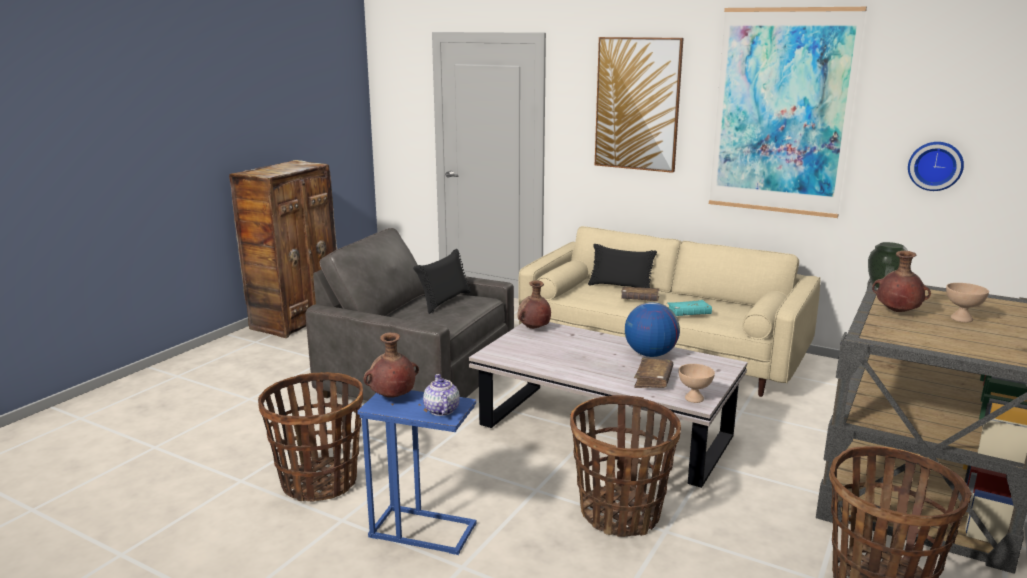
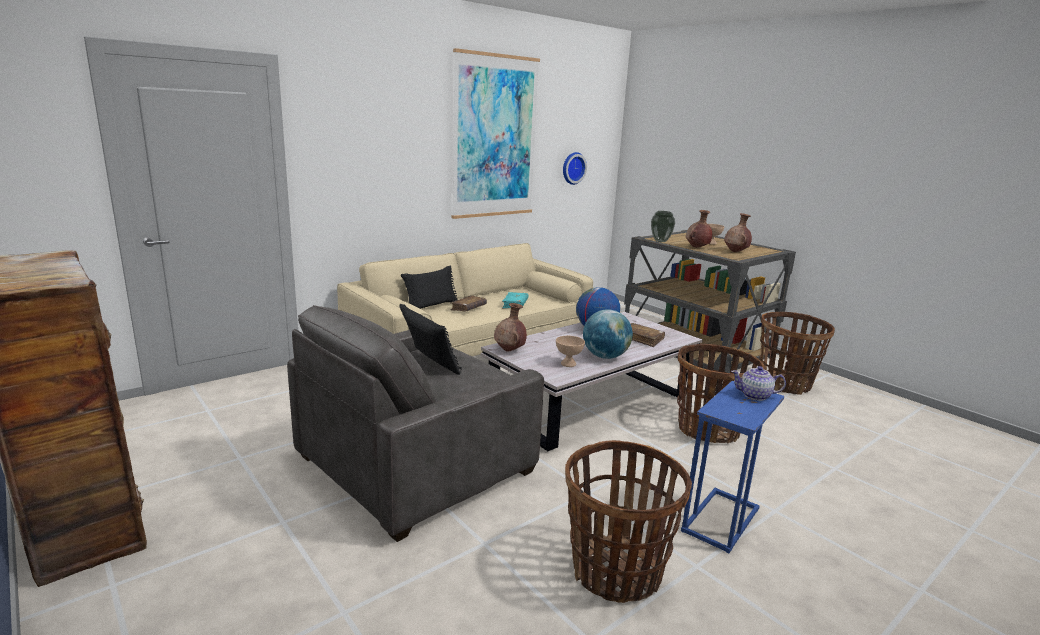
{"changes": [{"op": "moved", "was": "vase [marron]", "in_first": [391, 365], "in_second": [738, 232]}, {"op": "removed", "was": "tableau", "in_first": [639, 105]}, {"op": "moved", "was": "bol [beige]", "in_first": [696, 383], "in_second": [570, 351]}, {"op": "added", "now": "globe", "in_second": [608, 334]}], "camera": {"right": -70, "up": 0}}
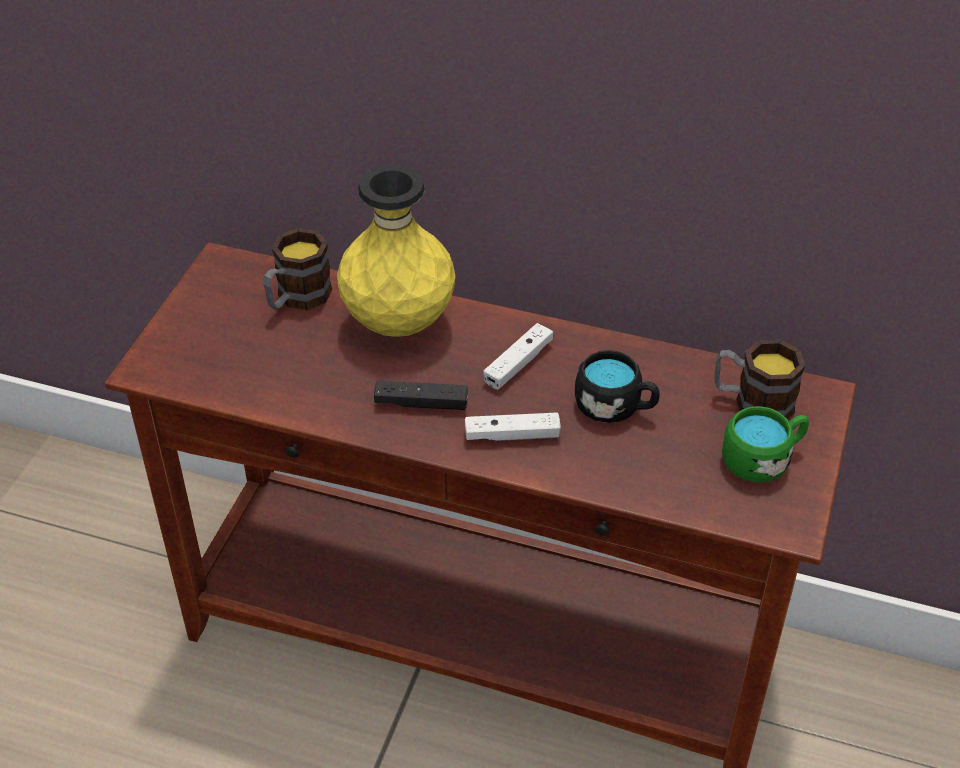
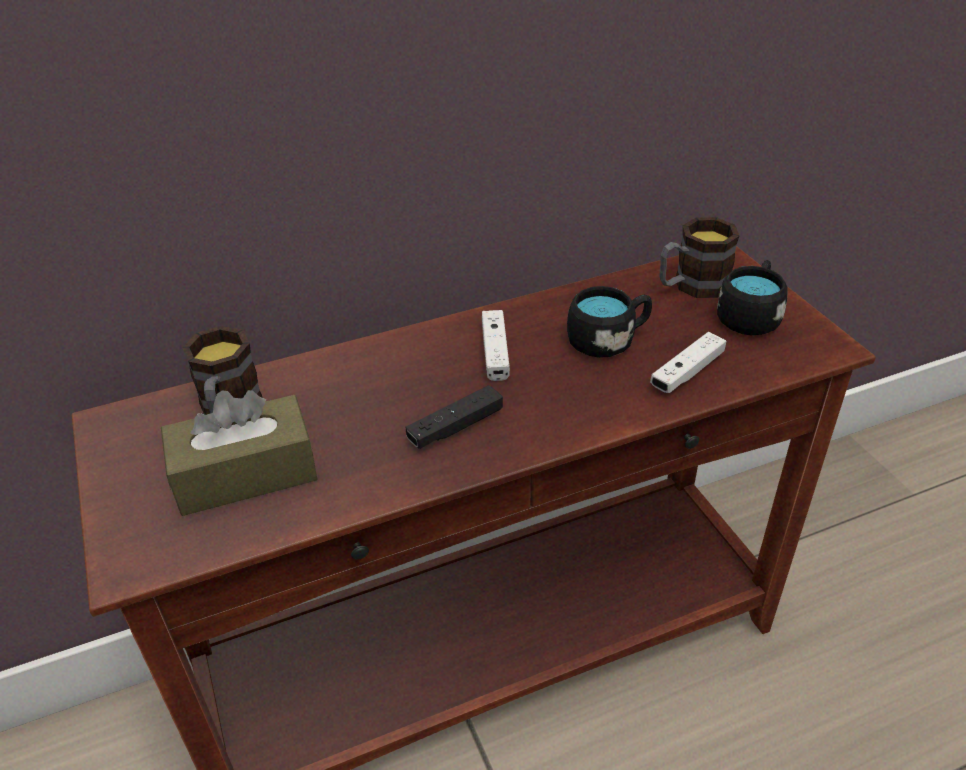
{"changes": [{"op": "removed", "was": "vase [jaune]", "in_first": [396, 251]}, {"op": "moved", "was": "manette [blanc]", "in_first": [513, 427], "in_second": [688, 362]}, {"op": "recoloured", "was": "mug [vert]", "now": "mug [noir]", "in_first": [765, 444], "in_second": [752, 297]}, {"op": "added", "now": "boîte à mouchoirs [marron]", "in_second": [239, 453]}], "camera": {"right": -40, "up": -5}}
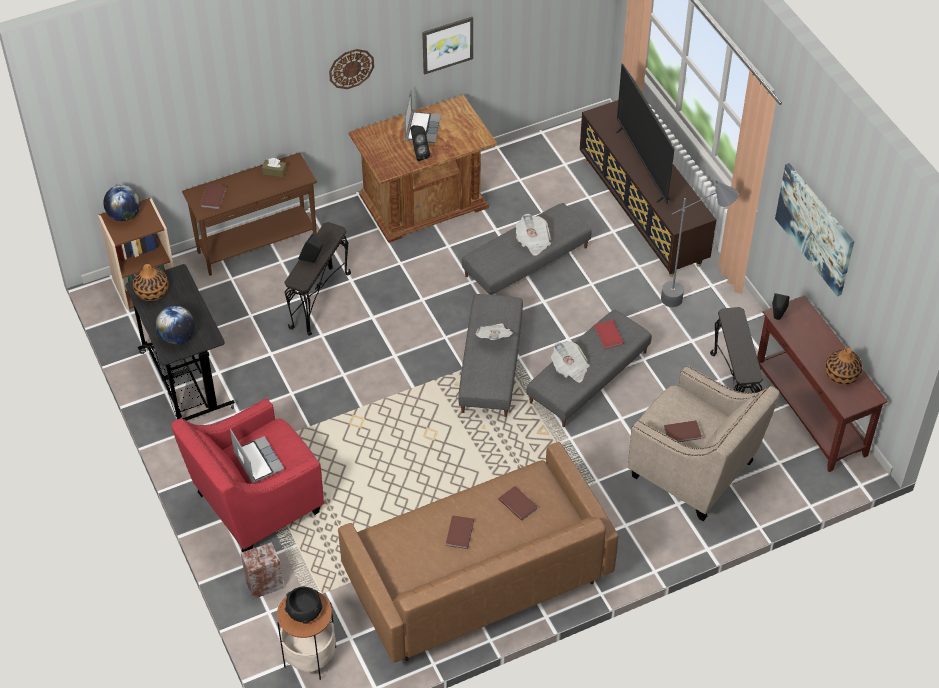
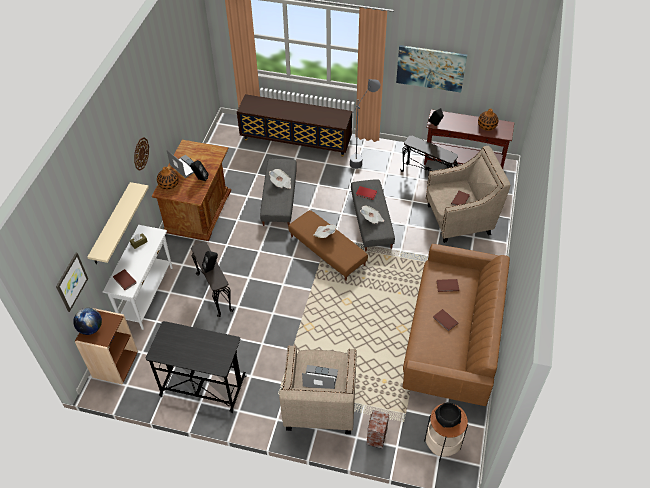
{"changes": [{"op": "moved", "was": "vase", "in_first": [151, 282], "in_second": [168, 178]}, {"op": "removed", "was": "globe", "in_first": [175, 324]}, {"op": "recoloured", "was": "fauteuil [rouge]", "now": "fauteuil [beige]", "in_first": [247, 475], "in_second": [318, 390]}, {"op": "recoloured", "was": "table console [marron]", "now": "table console [blanc]", "in_first": [249, 214], "in_second": [138, 277]}, {"op": "moved", "was": "tableau", "in_first": [447, 46], "in_second": [72, 282]}, {"op": "recoloured", "was": "pouf [gris]", "now": "pouf [marron]", "in_first": [491, 355], "in_second": [328, 245]}, {"op": "removed", "was": "téléviseur", "in_first": [645, 134]}, {"op": "added", "now": "étagère [beige]", "in_second": [118, 223]}], "camera": {"right": -50, "up": 0}}
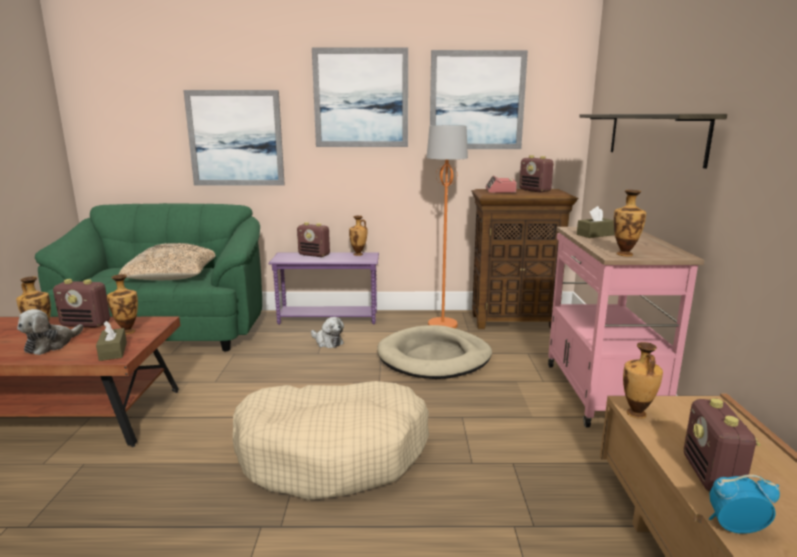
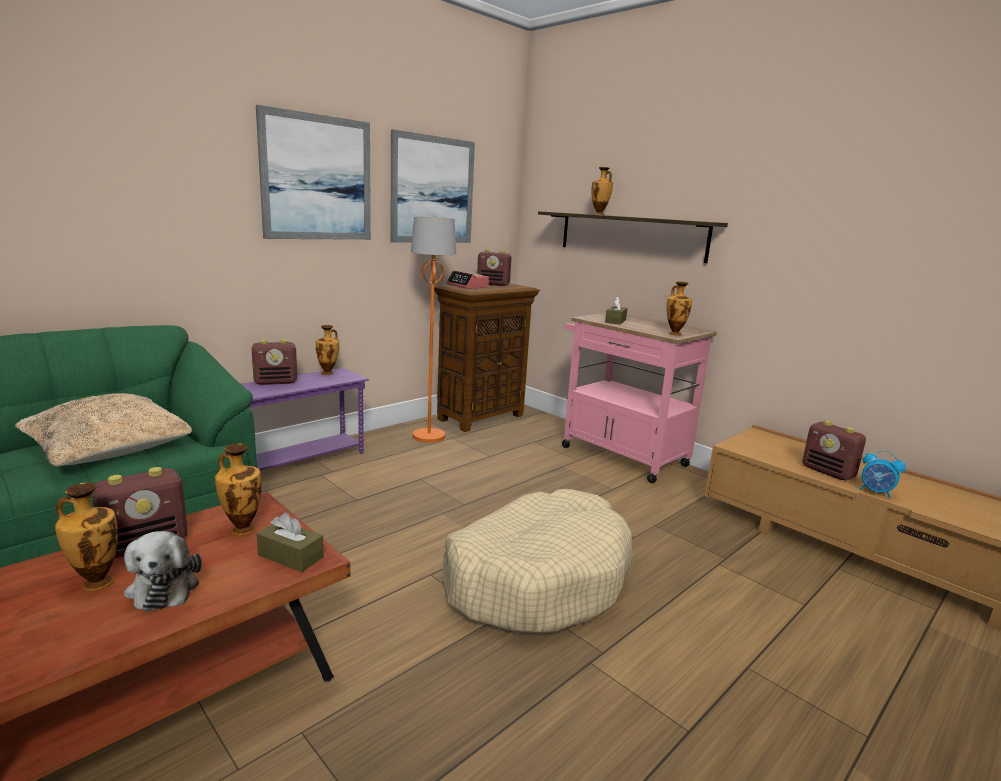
{"changes": [{"op": "removed", "was": "tableau", "in_first": [234, 138]}, {"op": "removed", "was": "peluche", "in_first": [327, 332]}, {"op": "removed", "was": "panier pour chien [beige]", "in_first": [434, 352]}, {"op": "moved", "was": "vase", "in_first": [643, 380], "in_second": [602, 191]}, {"op": "turned", "was": "réveil", "in_first": [744, 504], "in_second": [882, 474], "clockwise": -105}], "camera": {"right": -45, "up": 0}}
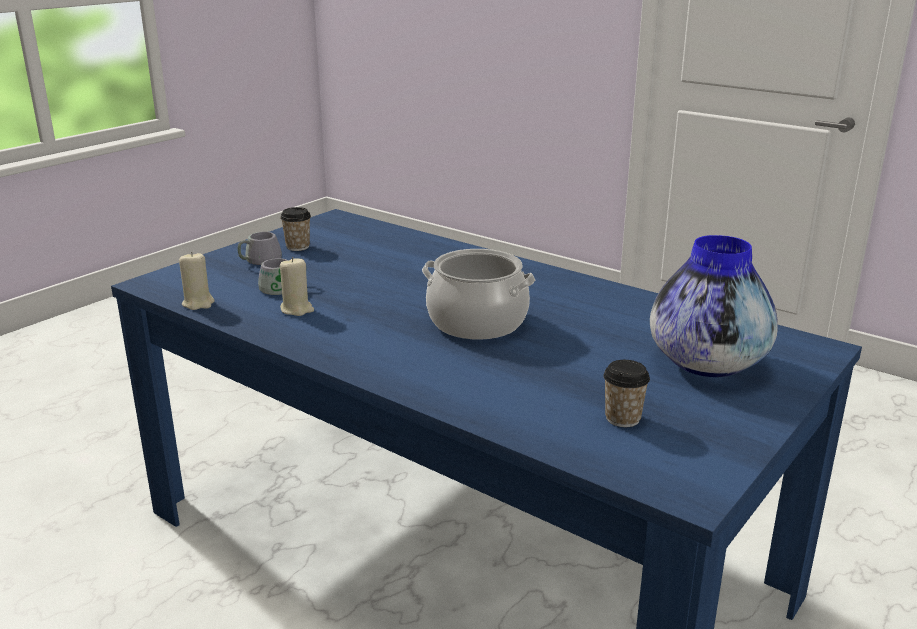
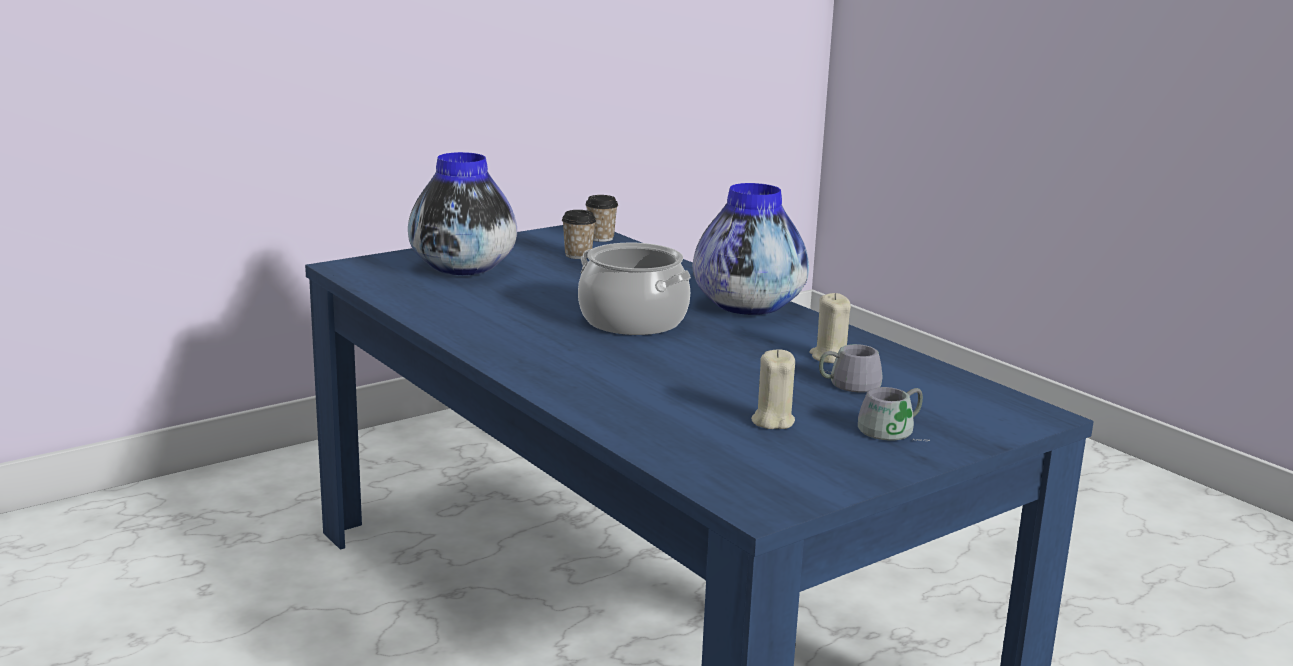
{"changes": [{"op": "moved", "was": "bougie [beige]", "in_first": [197, 280], "in_second": [773, 389]}, {"op": "moved", "was": "tasse", "in_first": [295, 229], "in_second": [601, 218]}, {"op": "added", "now": "vase", "in_second": [751, 249]}], "camera": {"right": -165, "up": -5}}
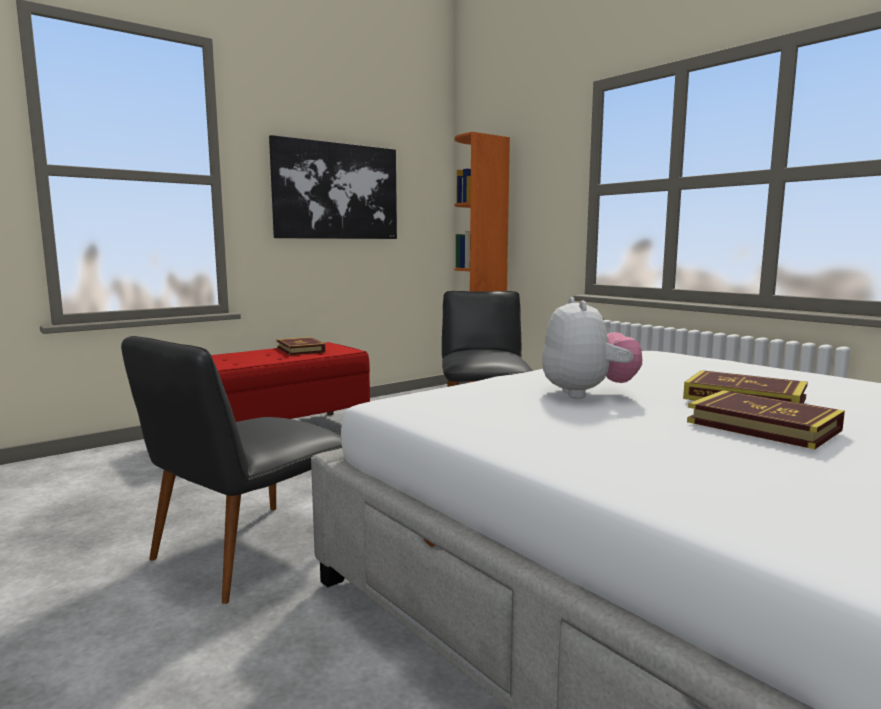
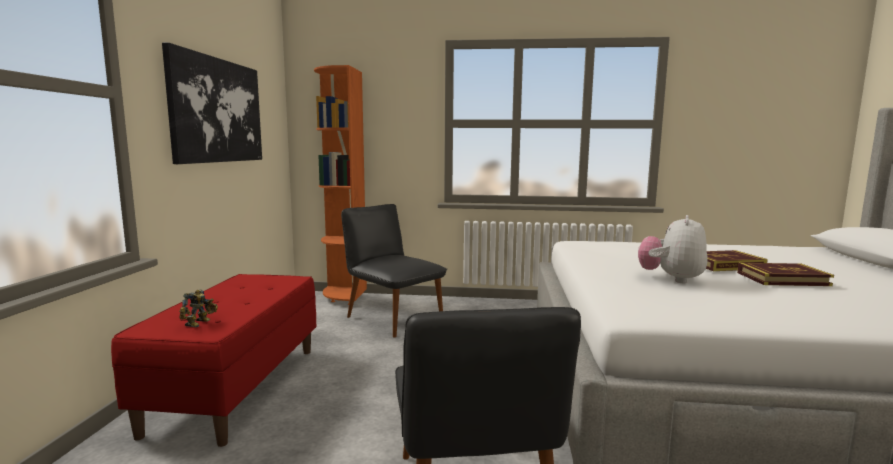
{"changes": [{"op": "removed", "was": "livre", "in_first": [301, 346]}, {"op": "turned", "was": "peluche", "in_first": [592, 348], "in_second": [672, 249], "clockwise": -105}, {"op": "added", "now": "robot jouet", "in_second": [198, 308]}], "camera": {"right": -45, "up": 0}}
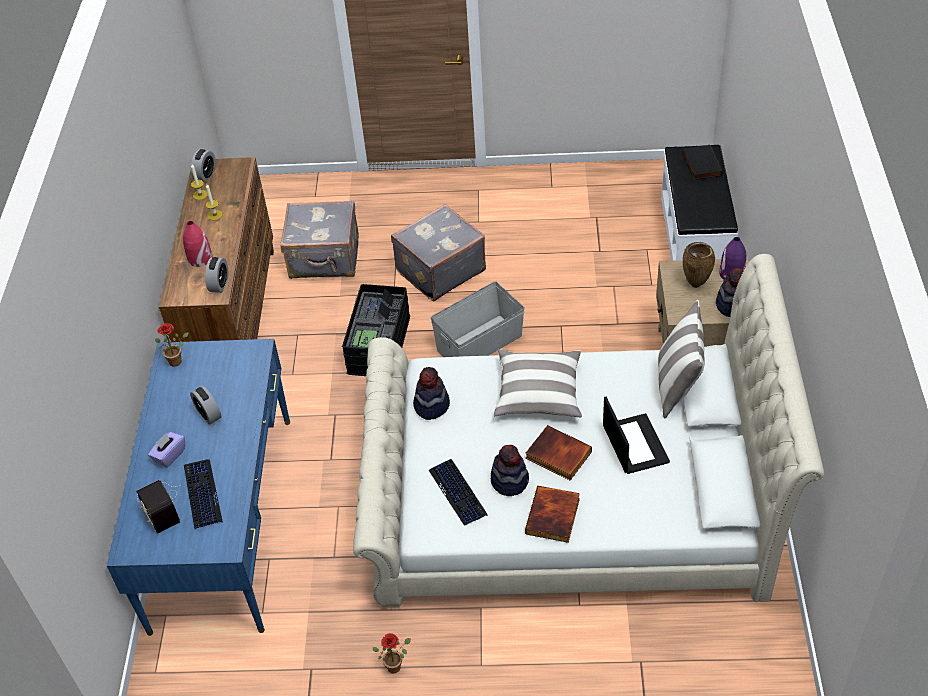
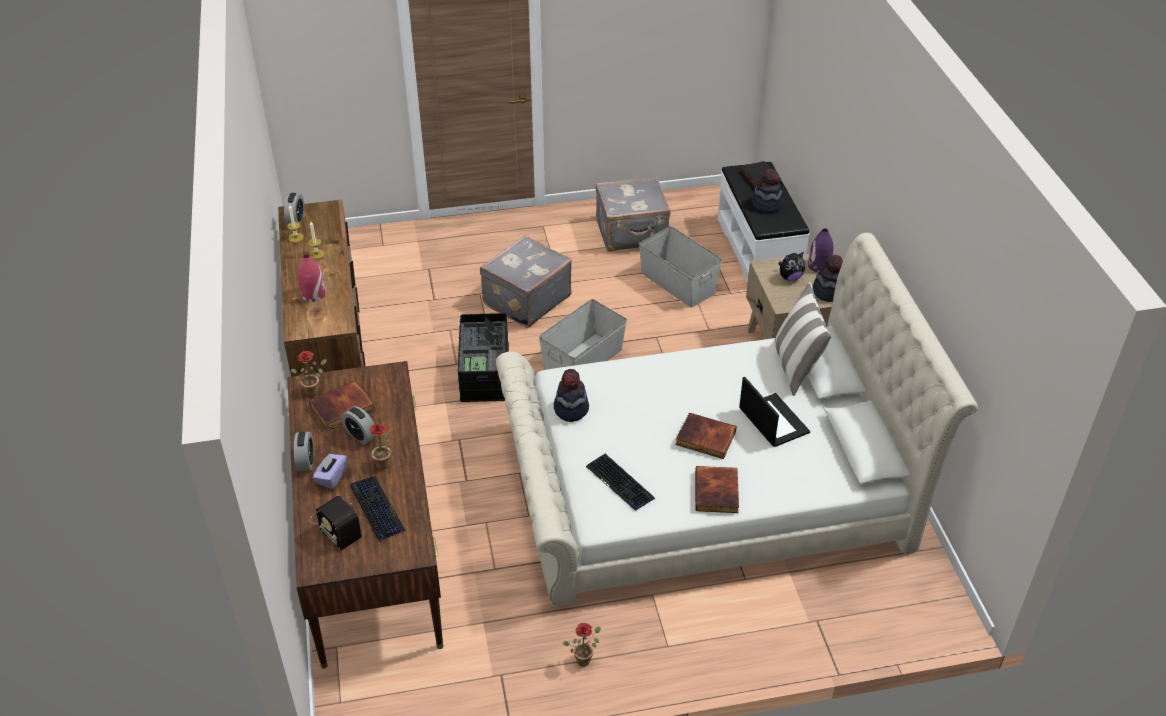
{"changes": [{"op": "recoloured", "was": "bureau [bleu]", "now": "bureau [marron]", "in_first": [198, 487], "in_second": [365, 514]}, {"op": "moved", "was": "réveil", "in_first": [216, 275], "in_second": [304, 451]}, {"op": "moved", "was": "valise [gris]", "in_first": [319, 240], "in_second": [633, 214]}, {"op": "moved", "was": "chapeau", "in_first": [510, 470], "in_second": [767, 191]}, {"op": "removed", "was": "coussin", "in_first": [538, 383]}, {"op": "replaced", "was": "vase [marron]", "now": "peluche", "in_first": [699, 265], "in_second": [791, 266]}, {"op": "added", "now": "livre", "in_second": [342, 406]}, {"op": "added", "now": "plante en pot", "in_second": [379, 446]}, {"op": "added", "now": "boîte de rangement [gris]", "in_second": [680, 267]}], "camera": {"right": -15, "up": -5}}
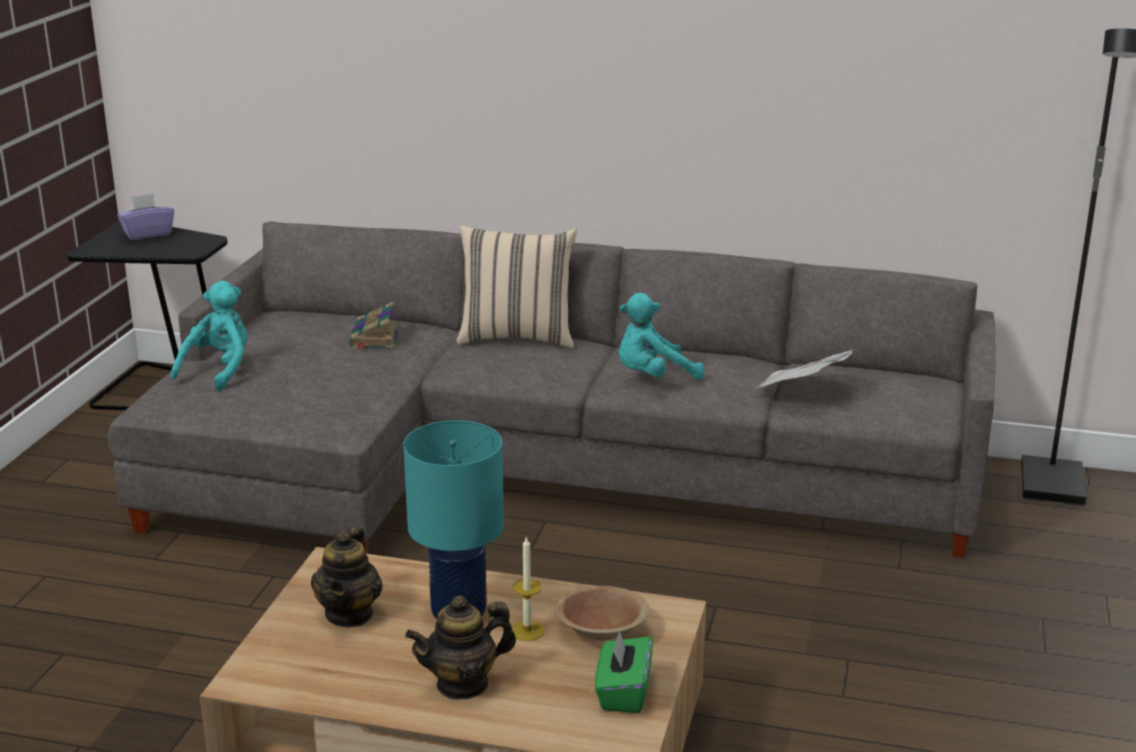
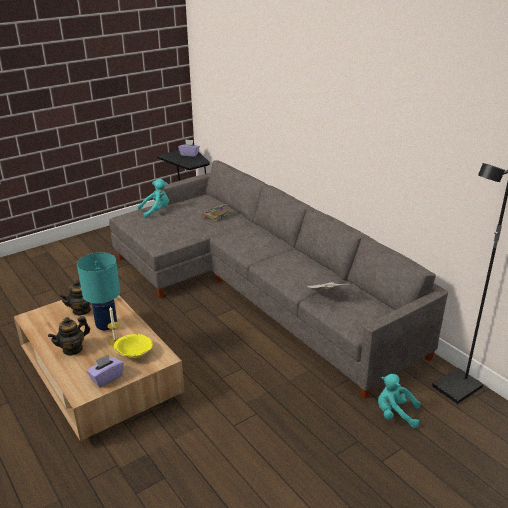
{"changes": [{"op": "turned", "was": "théière", "in_first": [460, 648], "in_second": [69, 336], "clockwise": -60}, {"op": "removed", "was": "coussin [beige]", "in_first": [516, 287]}, {"op": "recoloured", "was": "bol [marron]", "now": "bol [jaune]", "in_first": [602, 613], "in_second": [133, 346]}, {"op": "recoloured", "was": "boîte à mouchoirs [vert]", "now": "boîte à mouchoirs [violet]", "in_first": [624, 671], "in_second": [105, 371]}, {"op": "moved", "was": "peluche [turquoise]", "in_first": [662, 336], "in_second": [399, 401]}], "camera": {"right": 40, "up": 5}}
